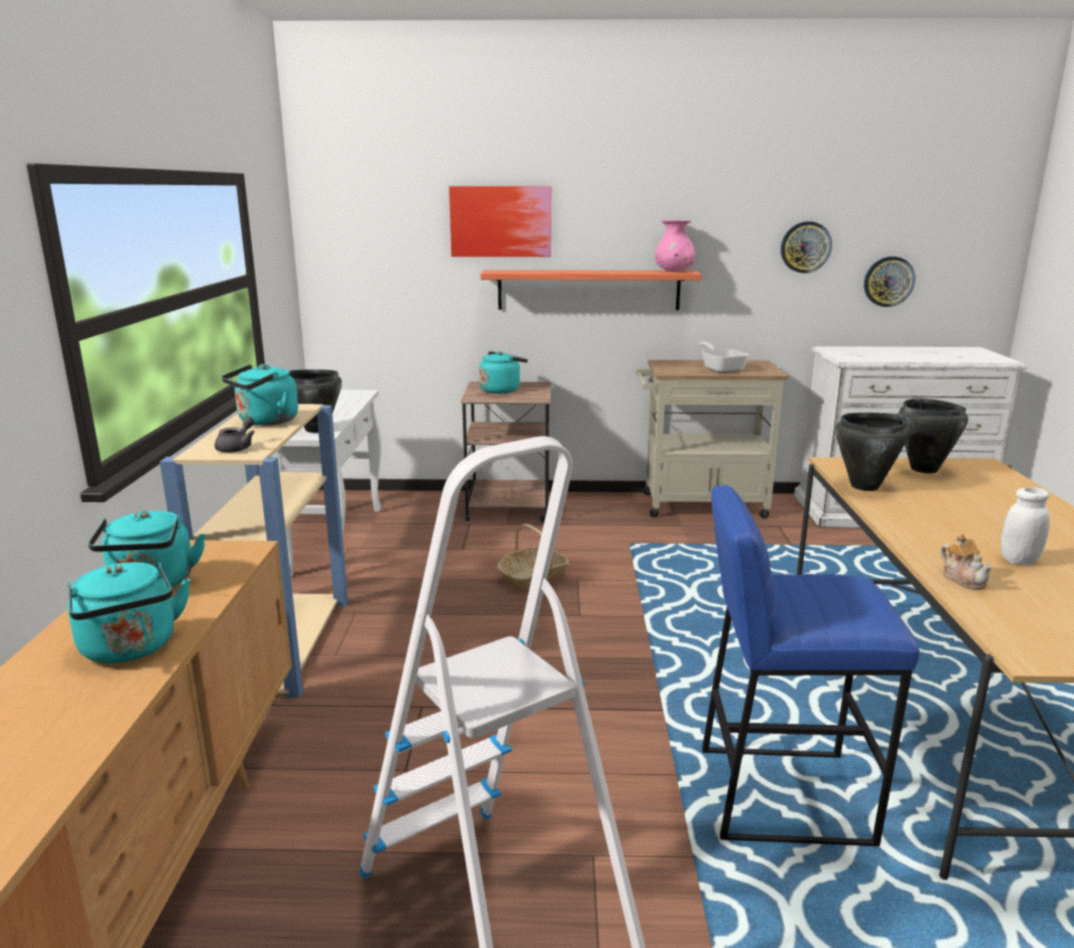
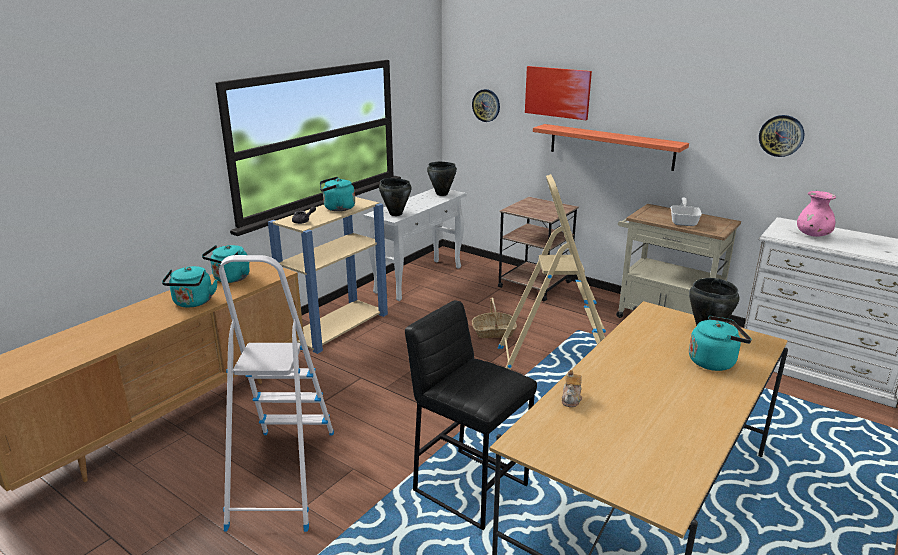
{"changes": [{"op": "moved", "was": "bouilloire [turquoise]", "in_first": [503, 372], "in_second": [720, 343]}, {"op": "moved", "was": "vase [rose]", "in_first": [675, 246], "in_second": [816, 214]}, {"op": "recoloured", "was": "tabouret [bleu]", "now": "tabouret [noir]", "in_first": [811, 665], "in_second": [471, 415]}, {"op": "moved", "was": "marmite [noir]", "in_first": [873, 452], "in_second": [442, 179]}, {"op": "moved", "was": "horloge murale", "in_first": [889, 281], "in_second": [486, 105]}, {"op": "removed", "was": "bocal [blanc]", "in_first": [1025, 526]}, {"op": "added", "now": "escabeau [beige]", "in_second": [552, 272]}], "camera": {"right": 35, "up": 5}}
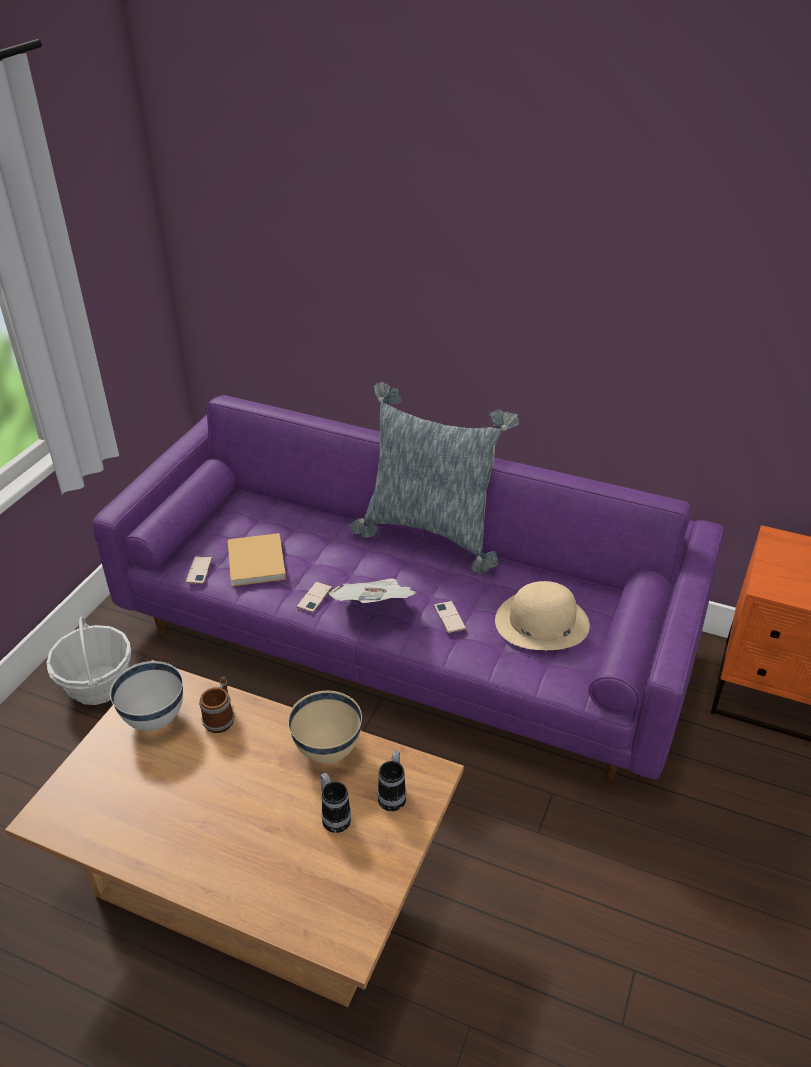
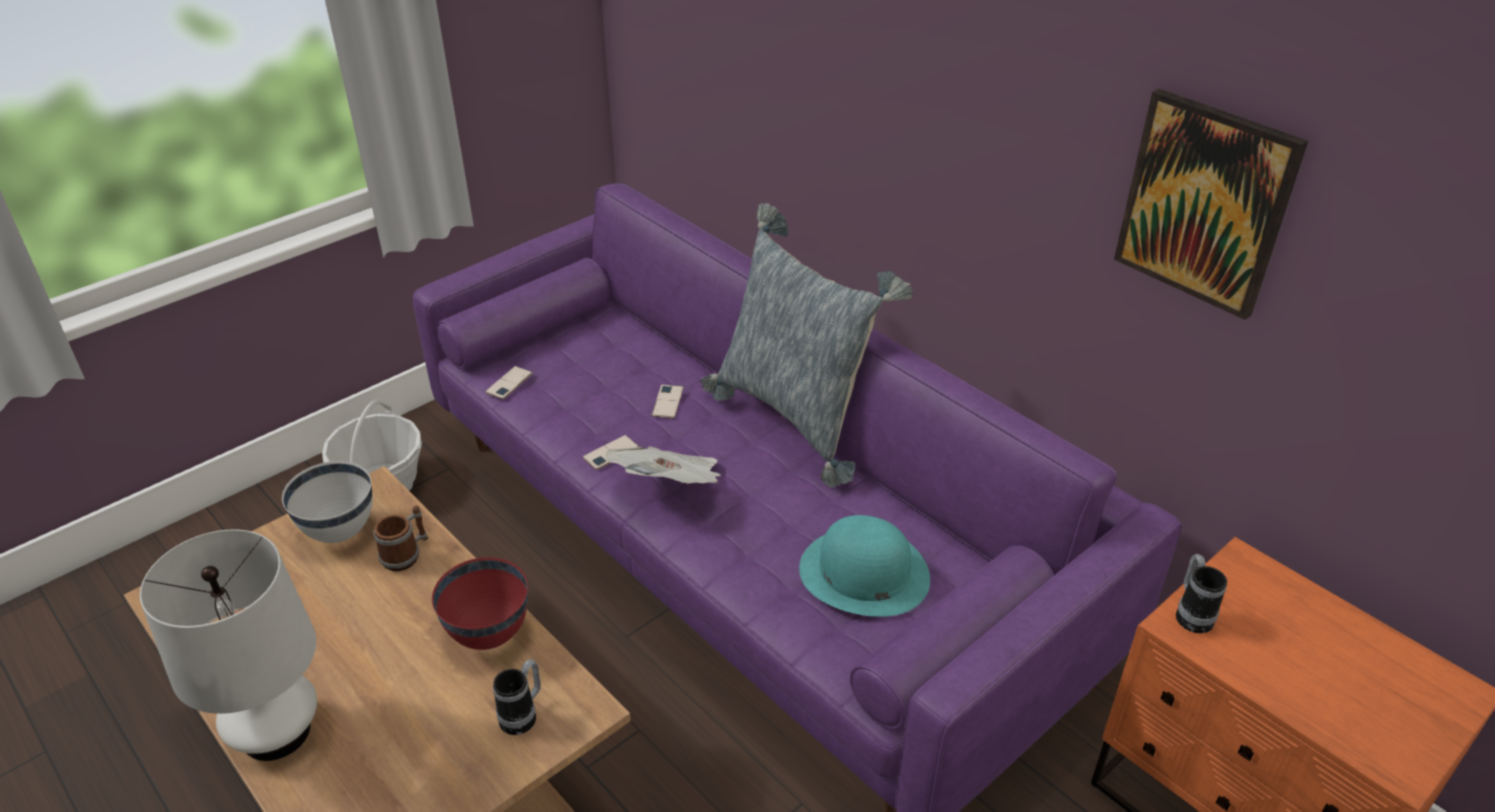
{"changes": [{"op": "removed", "was": "livre [beige]", "in_first": [257, 559]}, {"op": "recoloured", "was": "bol [beige]", "now": "bol [rouge]", "in_first": [325, 727], "in_second": [480, 603]}, {"op": "moved", "was": "mug", "in_first": [335, 803], "in_second": [1201, 593]}, {"op": "moved", "was": "téléphone", "in_first": [450, 617], "in_second": [668, 401]}, {"op": "recoloured", "was": "chapeau [beige]", "now": "chapeau [turquoise]", "in_first": [542, 615], "in_second": [864, 566]}, {"op": "added", "now": "lampe de table [blanc]", "in_second": [228, 645]}, {"op": "added", "now": "tableau", "in_second": [1211, 204]}], "camera": {"right": 25, "up": 0}}
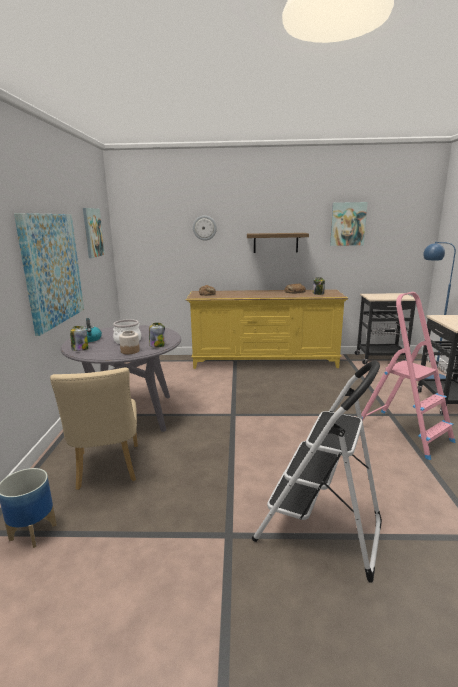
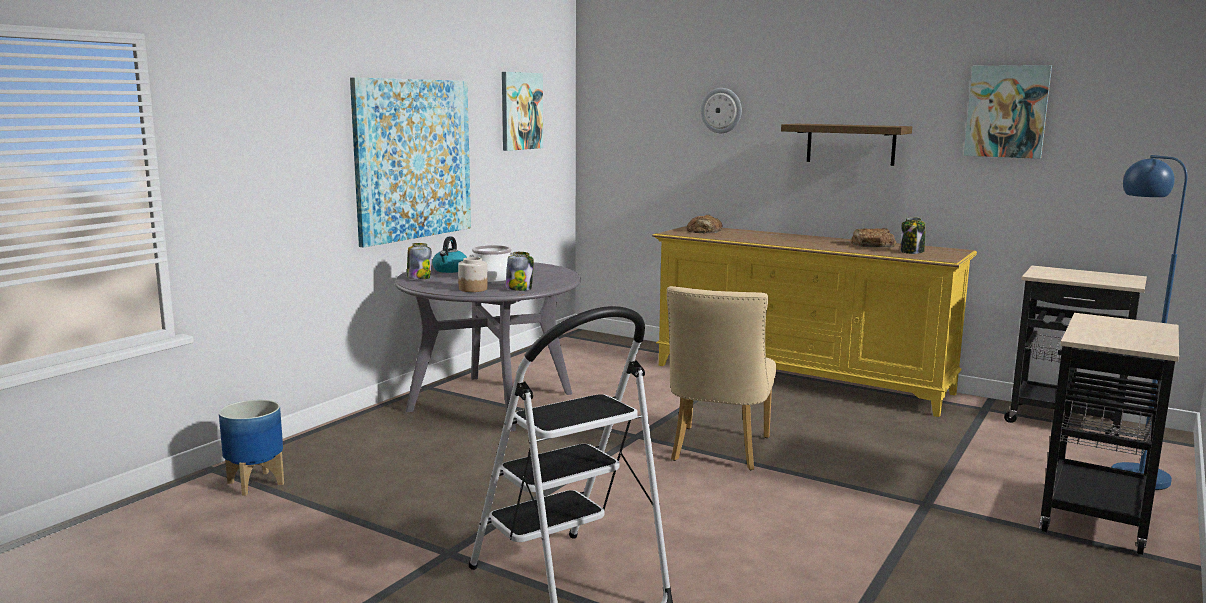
{"changes": [{"op": "moved", "was": "chaise [beige]", "in_first": [94, 428], "in_second": [721, 378]}, {"op": "removed", "was": "escabeau [rose]", "in_first": [408, 376]}], "camera": {"right": 30, "up": -5}}
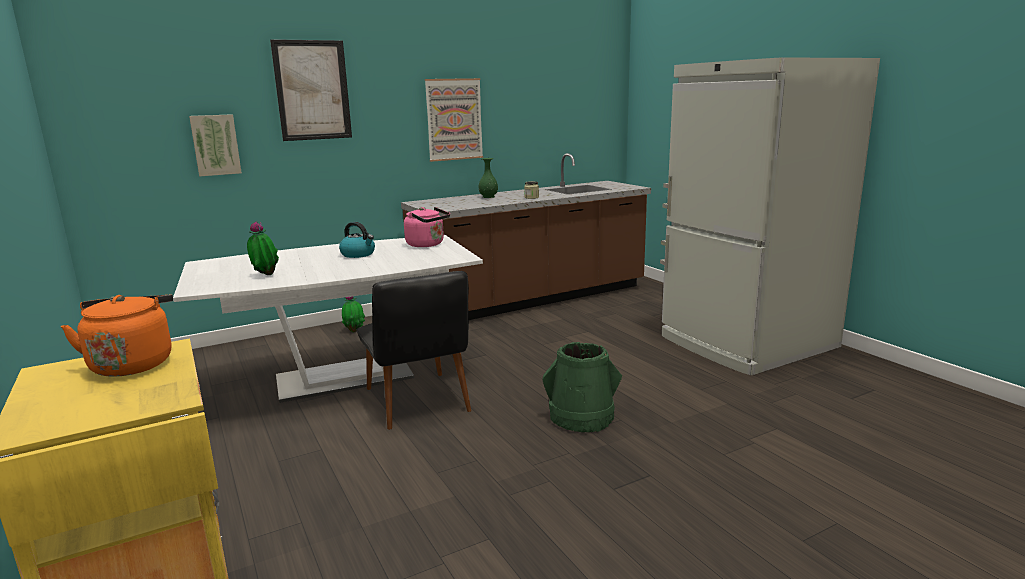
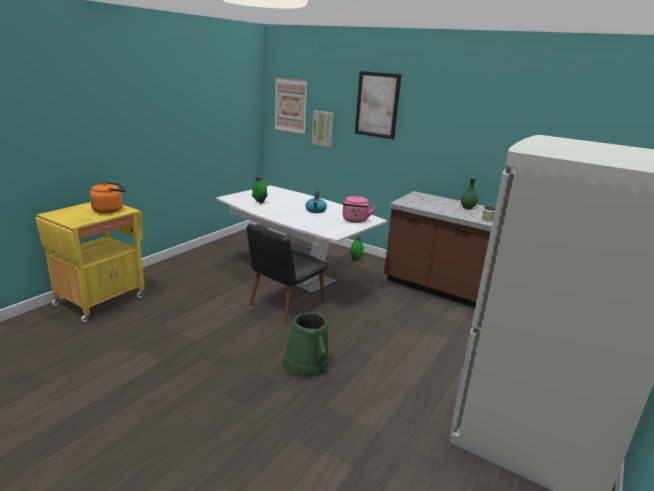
{"changes": [{"op": "moved", "was": "tableau", "in_first": [454, 120], "in_second": [291, 106]}], "camera": {"right": 60, "up": 5}}
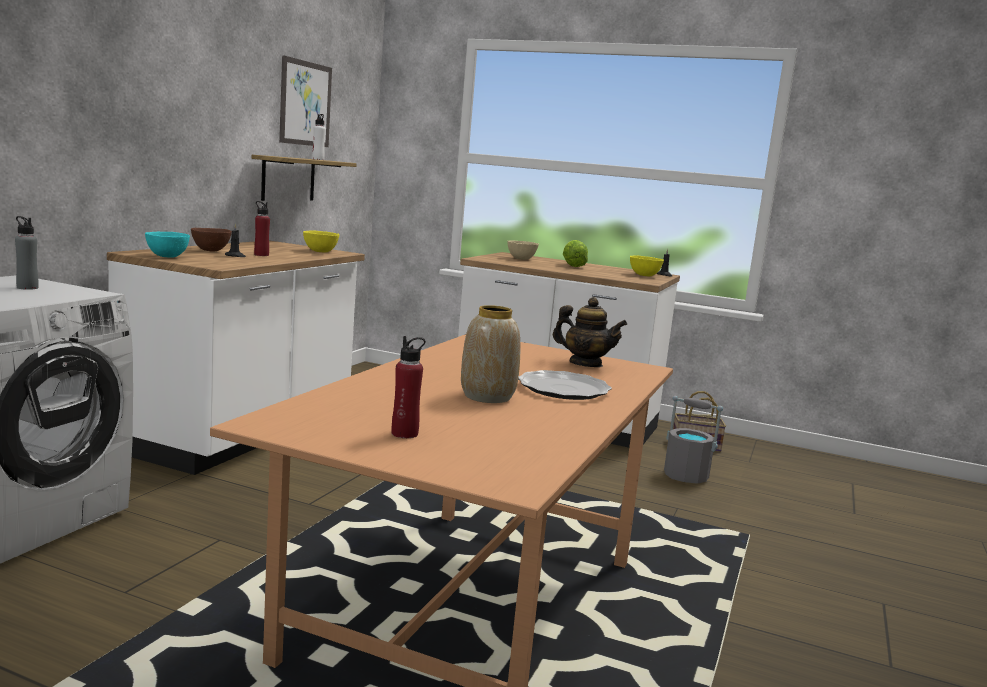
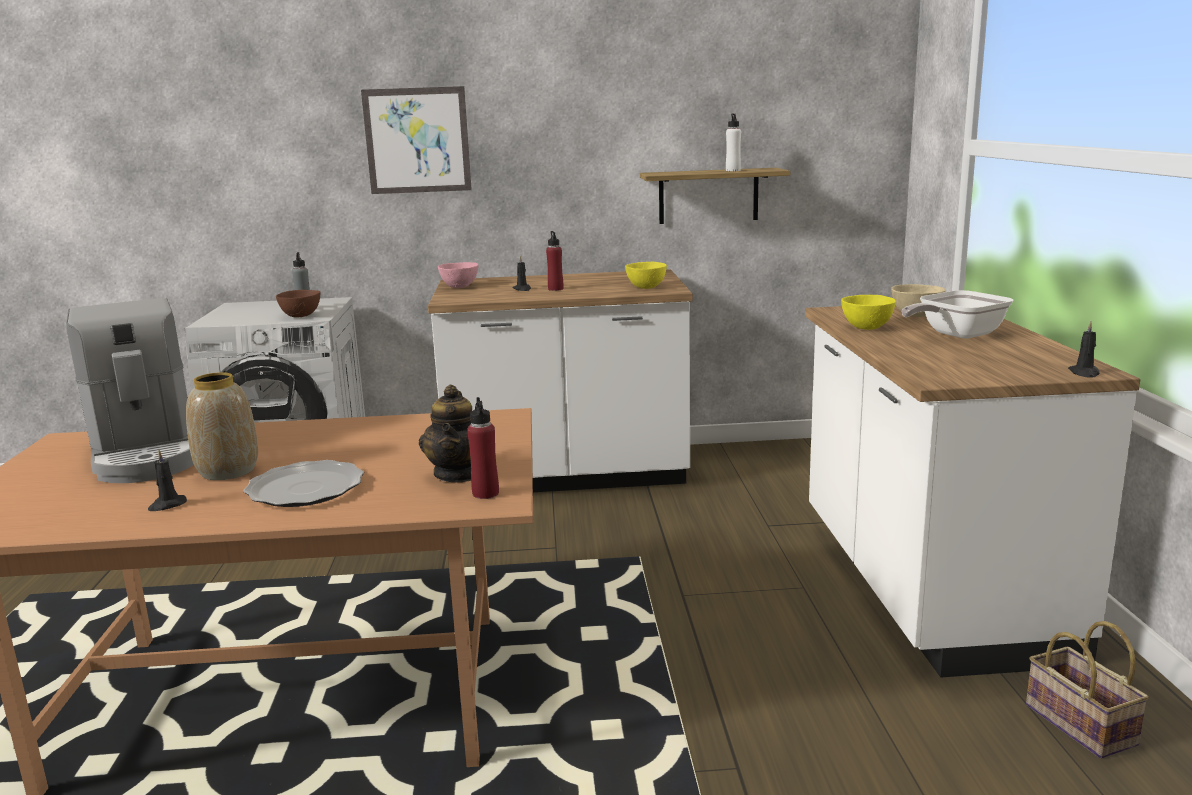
{"changes": [{"op": "recoloured", "was": "bol [turquoise]", "now": "bol [rose]", "in_first": [167, 245], "in_second": [458, 275]}, {"op": "moved", "was": "bol [marron]", "in_first": [211, 239], "in_second": [298, 304]}, {"op": "moved", "was": "tableau", "in_first": [305, 101], "in_second": [416, 140]}, {"op": "moved", "was": "bouteille [rouge]", "in_first": [409, 387], "in_second": [483, 448]}, {"op": "replaced", "was": "laitue", "now": "poêle", "in_first": [575, 253], "in_second": [957, 314]}, {"op": "moved", "was": "bol [jaune]", "in_first": [647, 265], "in_second": [868, 312]}, {"op": "removed", "was": "seau [gris]", "in_first": [693, 440]}, {"op": "added", "now": "machine à café", "in_second": [130, 390]}, {"op": "added", "now": "bougie [noir]", "in_second": [167, 480]}], "camera": {"right": 65, "up": 5}}
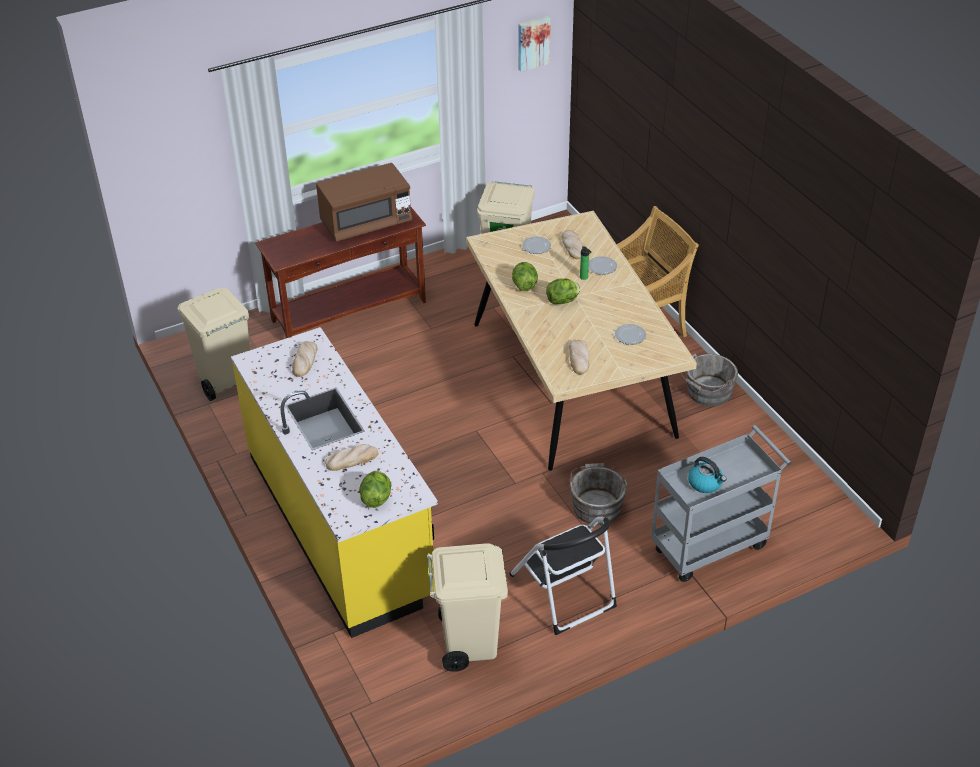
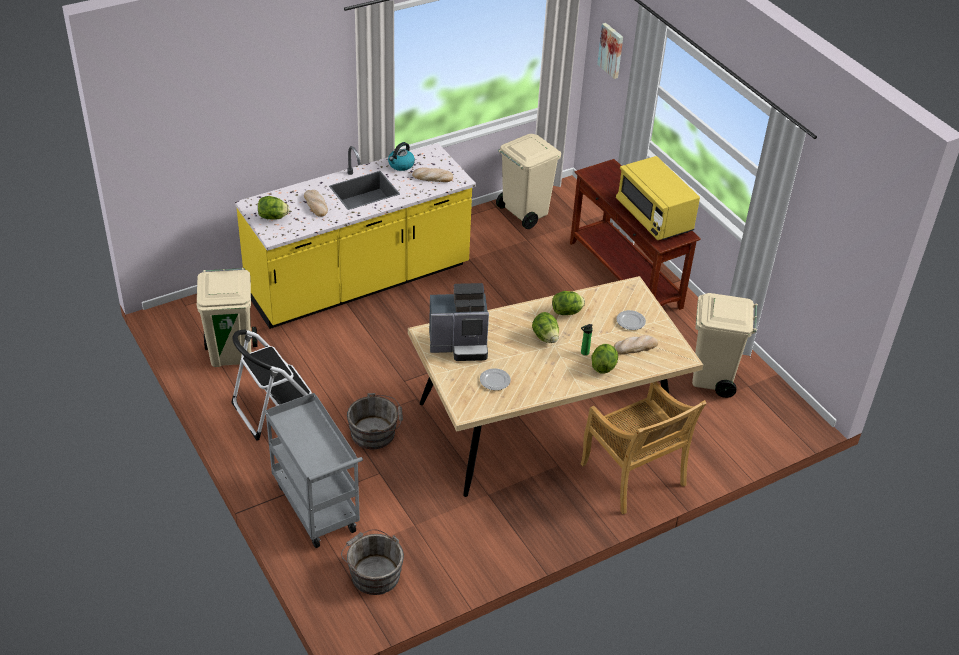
{"changes": [{"op": "recoloured", "was": "micro-ondes [marron]", "now": "micro-ondes [jaune]", "in_first": [364, 202], "in_second": [658, 198]}, {"op": "moved", "was": "tableau", "in_first": [534, 44], "in_second": [610, 51]}, {"op": "replaced", "was": "pain", "now": "machine à café", "in_first": [579, 356], "in_second": [459, 322]}, {"op": "replaced", "was": "assiette", "now": "laitue", "in_first": [603, 265], "in_second": [604, 359]}, {"op": "moved", "was": "seau [gris]", "in_first": [709, 380], "in_second": [372, 562]}, {"op": "moved", "was": "bouilloire", "in_first": [707, 475], "in_second": [401, 156]}], "camera": {"right": 85, "up": 0}}
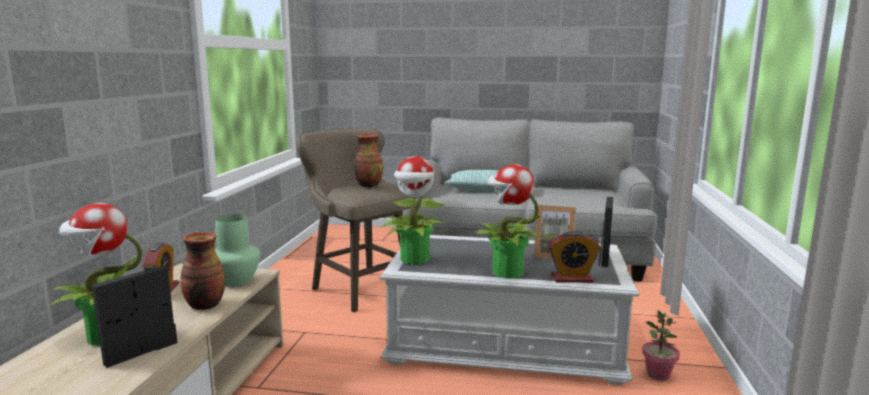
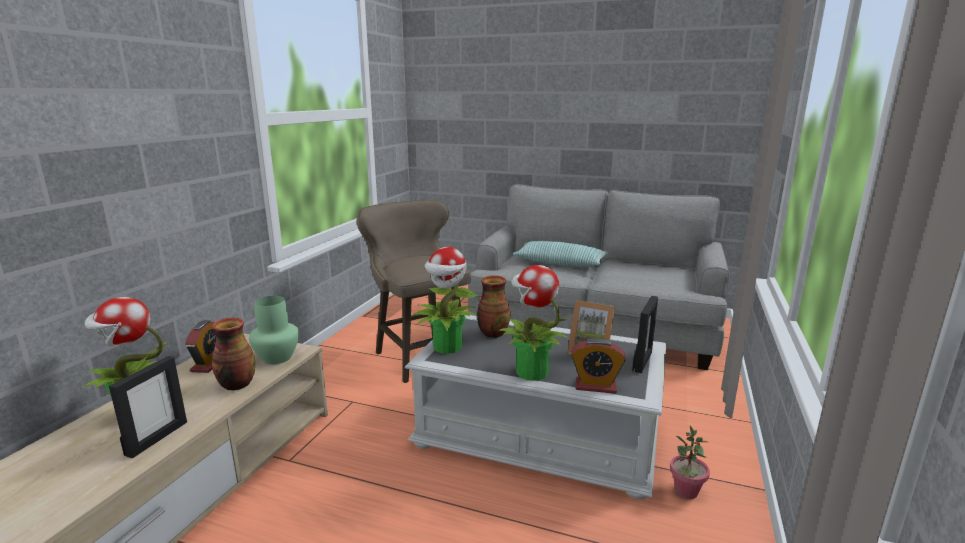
{"changes": [{"op": "turned", "was": "cadre photo", "in_first": [134, 316], "in_second": [148, 407], "clockwise": 150}, {"op": "moved", "was": "vase", "in_first": [368, 160], "in_second": [493, 306]}], "camera": {"right": 10, "up": 5}}
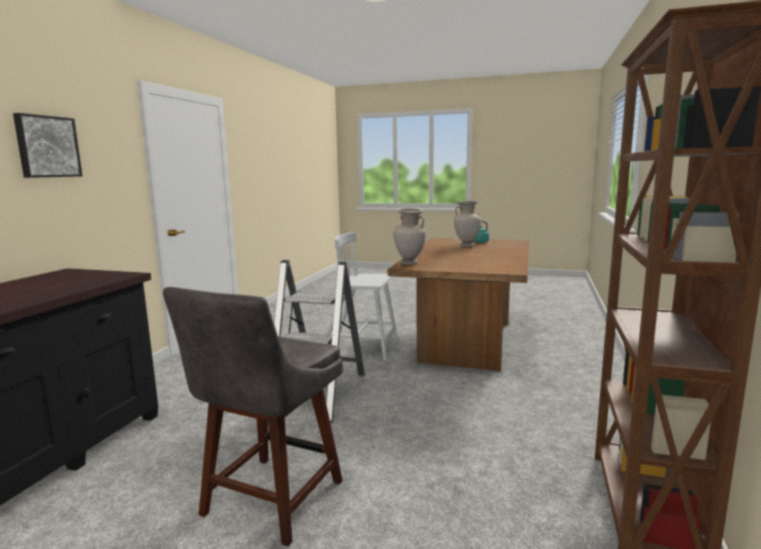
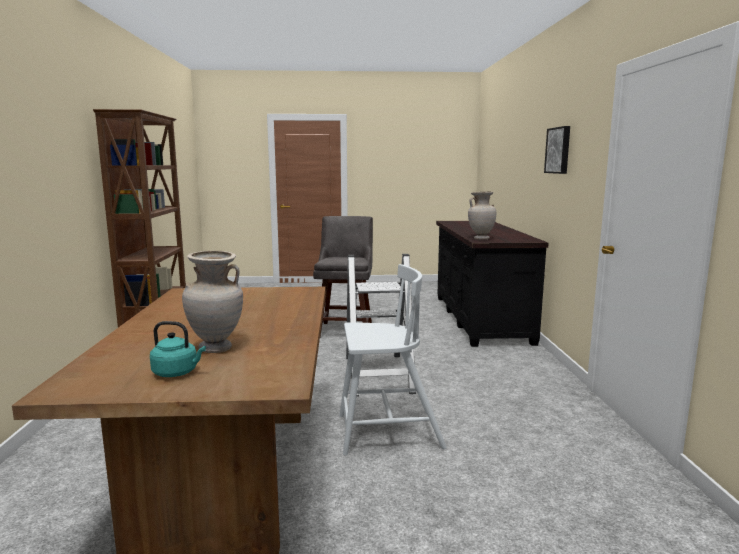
{"changes": [{"op": "moved", "was": "vase [beige]", "in_first": [409, 237], "in_second": [482, 215]}], "camera": {"right": 160, "up": 0}}
